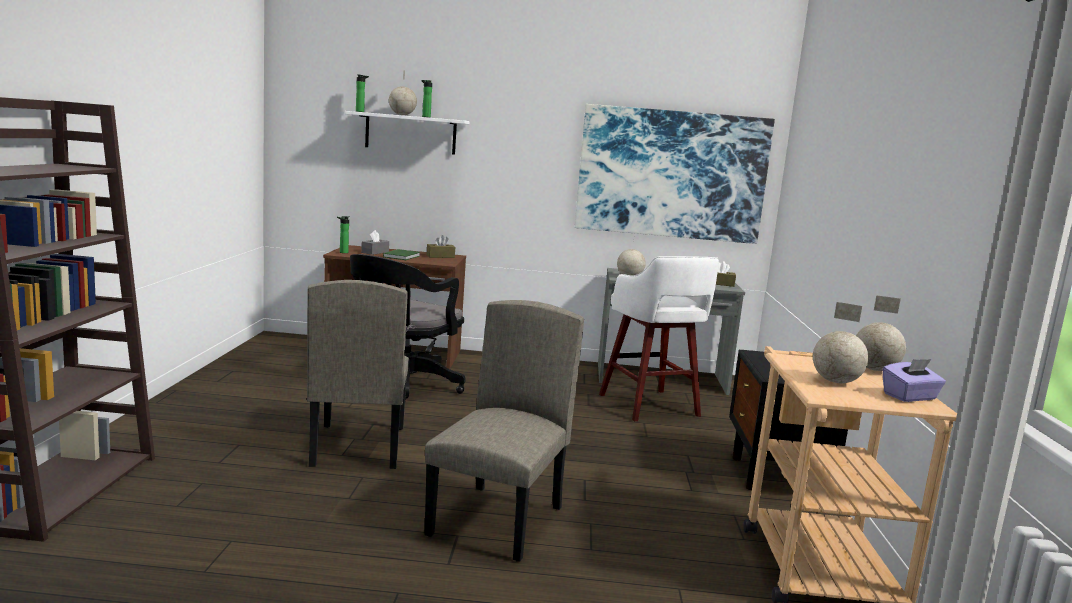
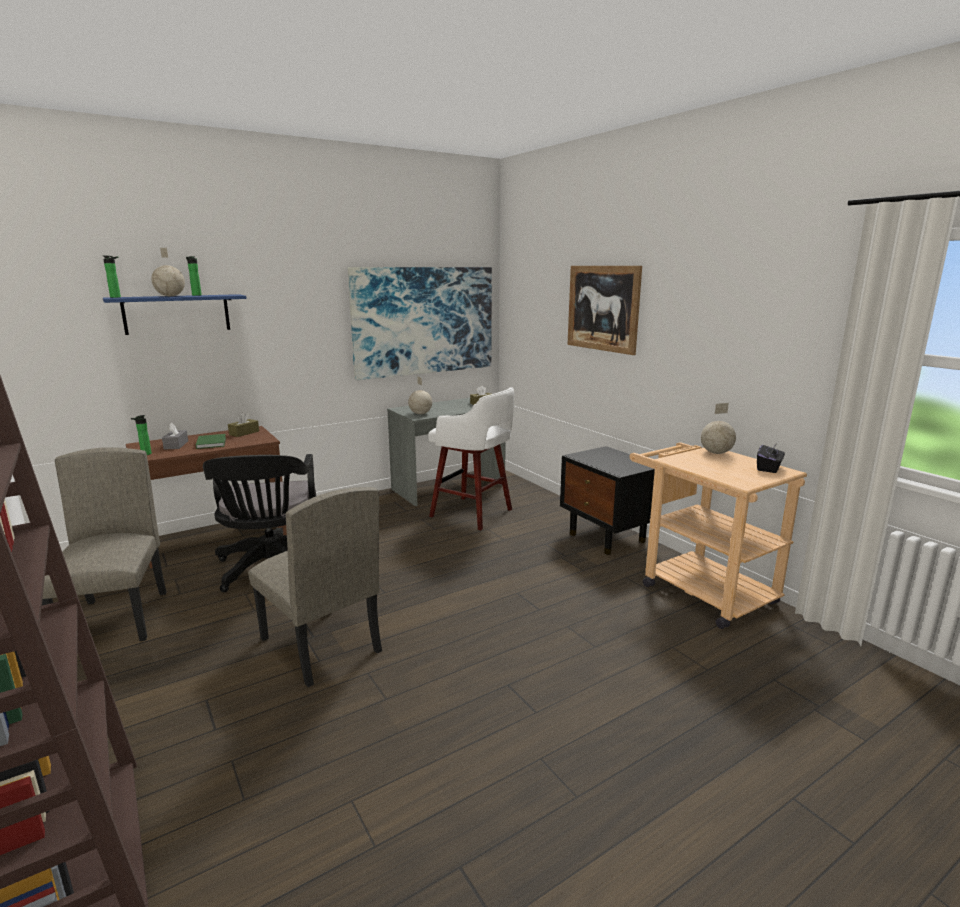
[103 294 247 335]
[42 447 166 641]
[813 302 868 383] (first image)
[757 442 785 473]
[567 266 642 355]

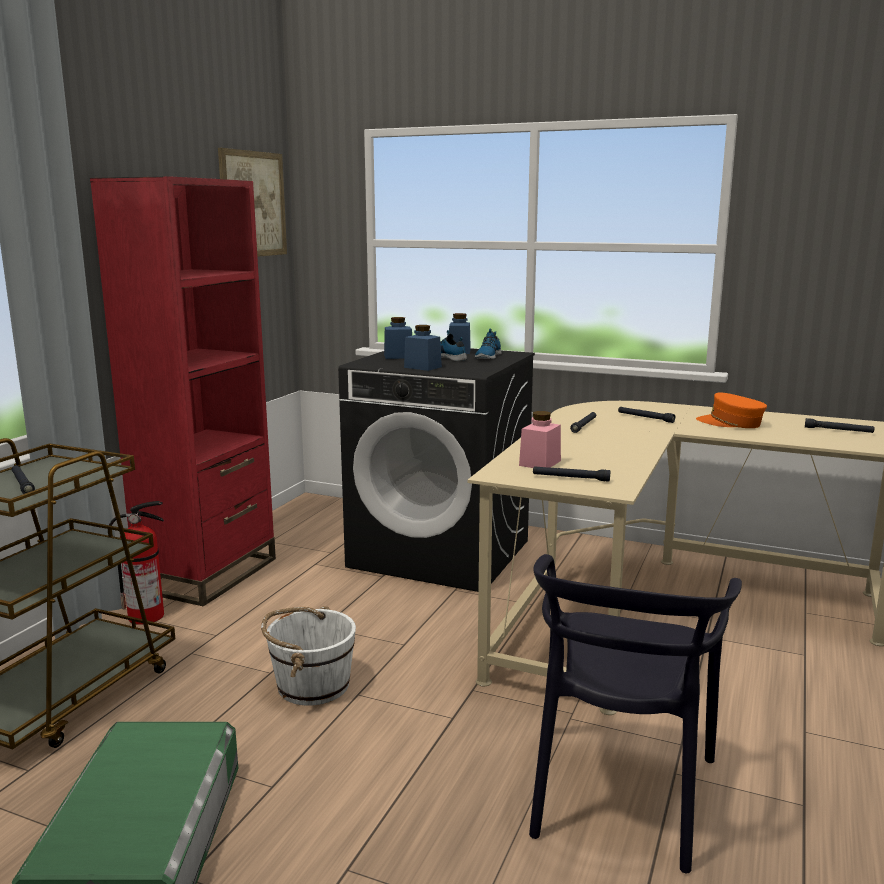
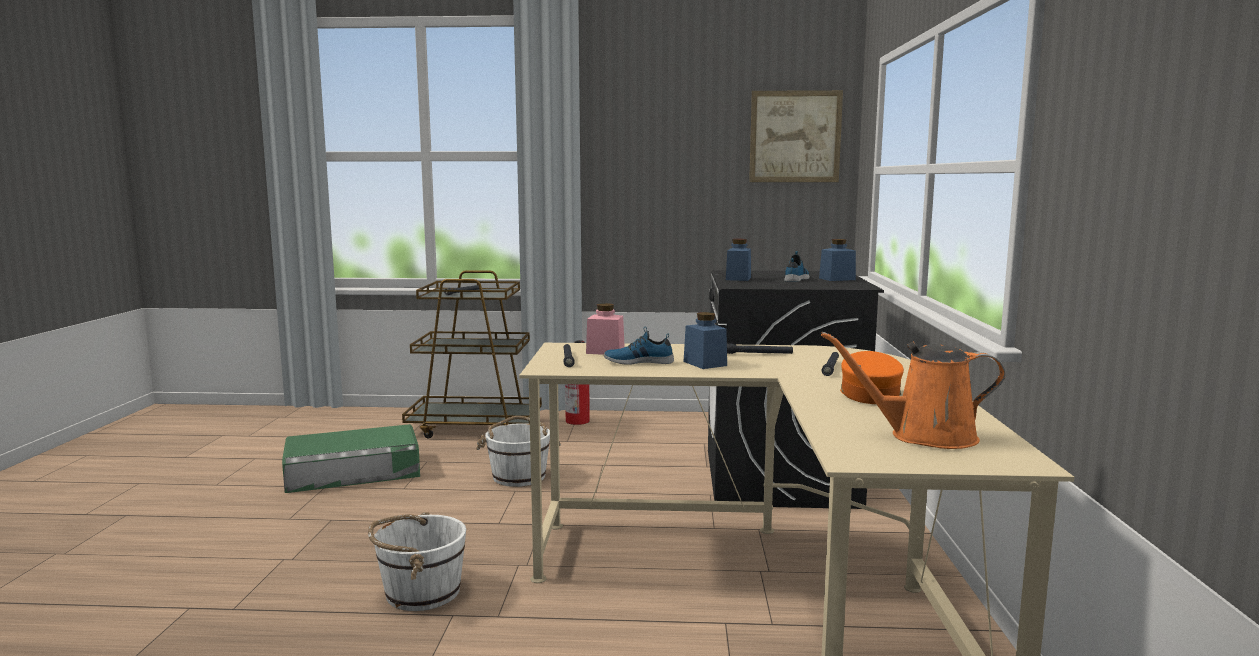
[90 176 276 606] (first image)
[683 312 727 369]
[604 327 674 365]
[368 512 466 611]
[821 332 1006 449]

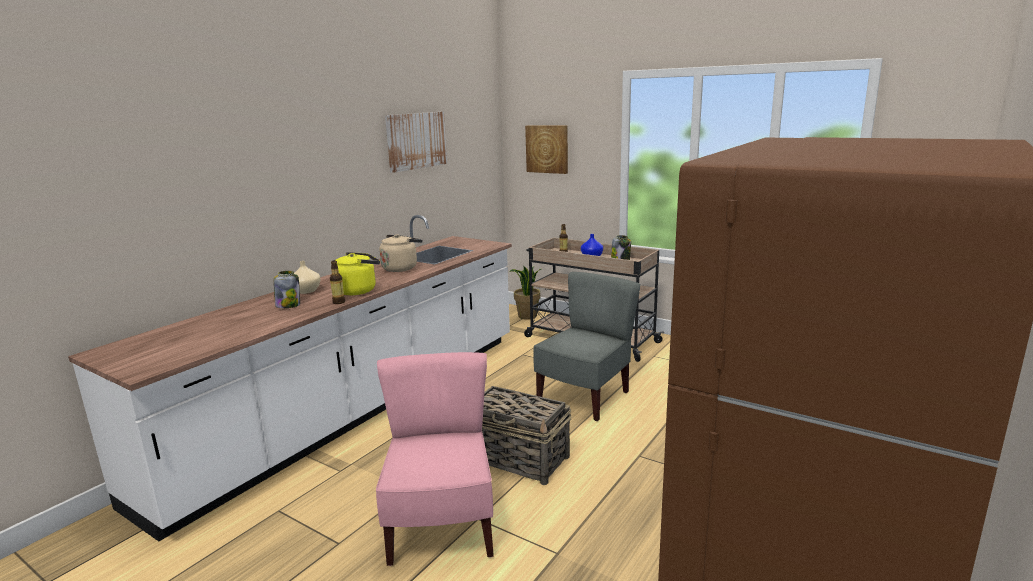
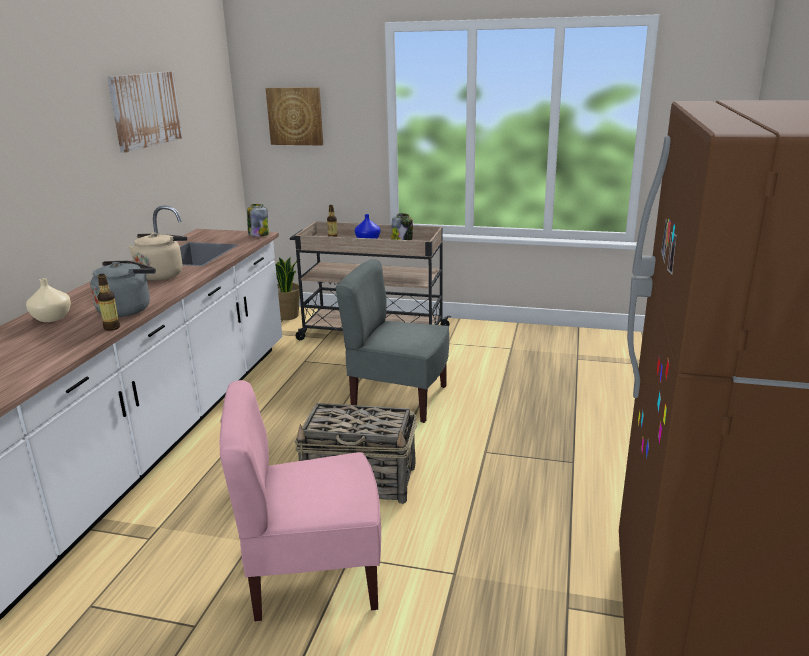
[247 204 269 237]
[90 261 156 317]
[220 380 381 622]
[336 259 449 423]

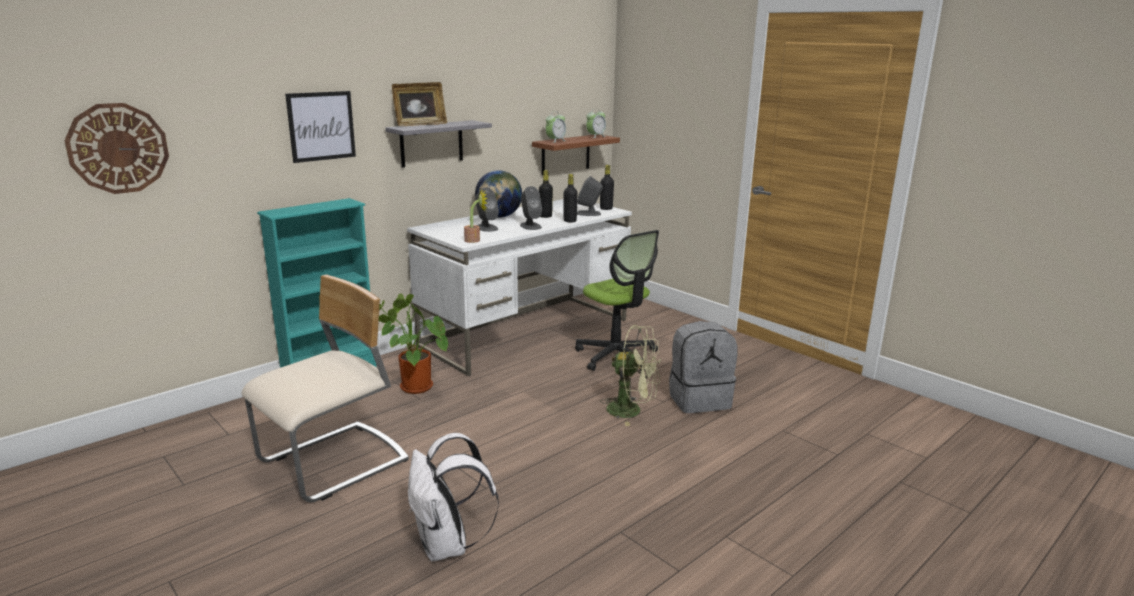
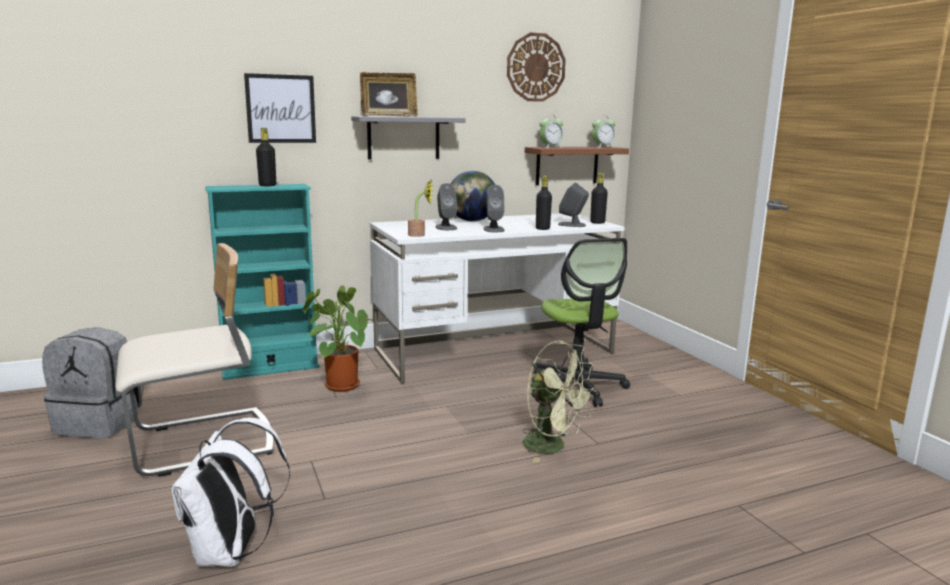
[507 32 566 102]
[256 128 276 186]
[42 327 142 438]

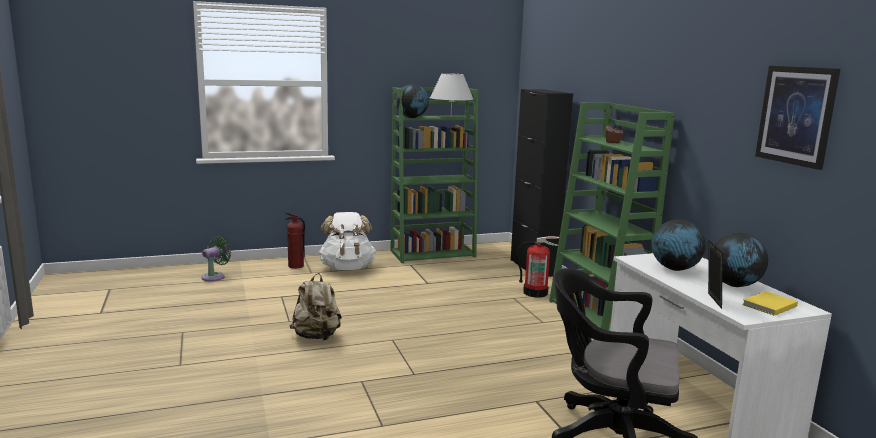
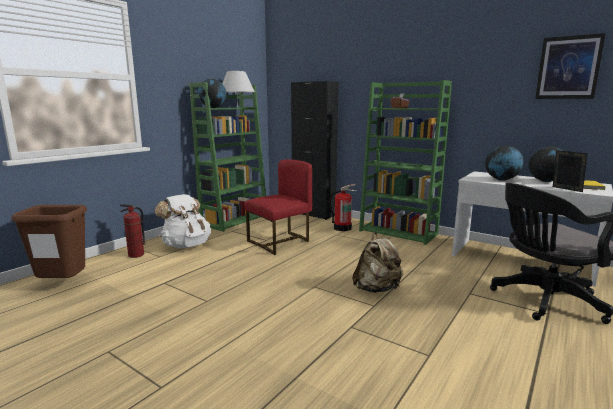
[11 205 87 278]
[352 232 404 293]
[244 159 312 255]

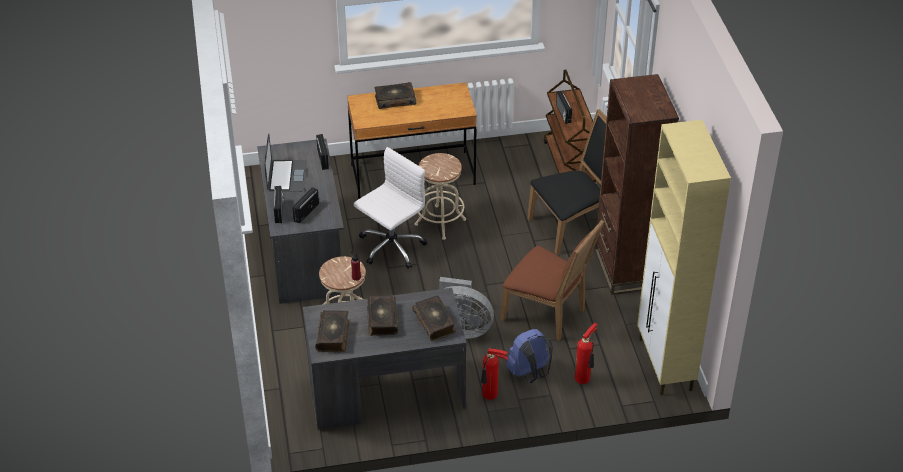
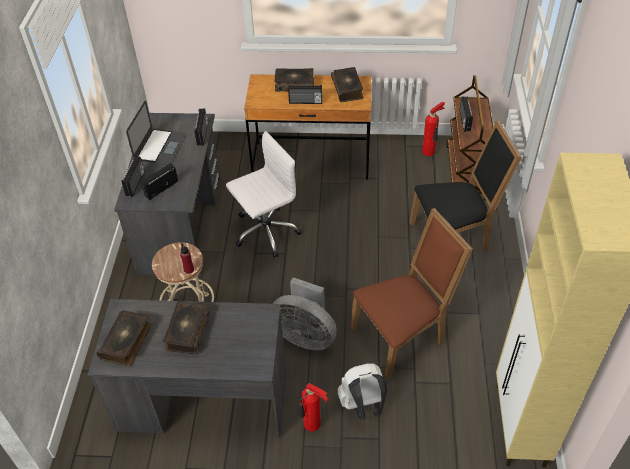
[331 67 364 102]
[414 153 466 240] (first image)
[351 208 473 379]
[338 363 387 420]
[422 102 445 156]
[595 74 679 295] (first image)
[288 85 322 104]

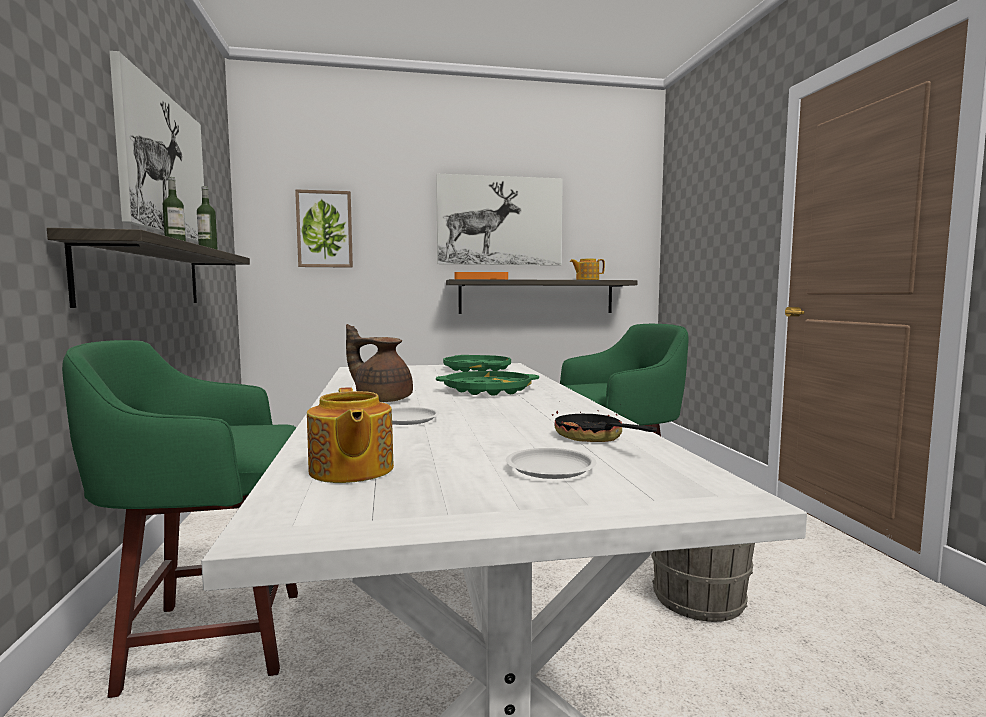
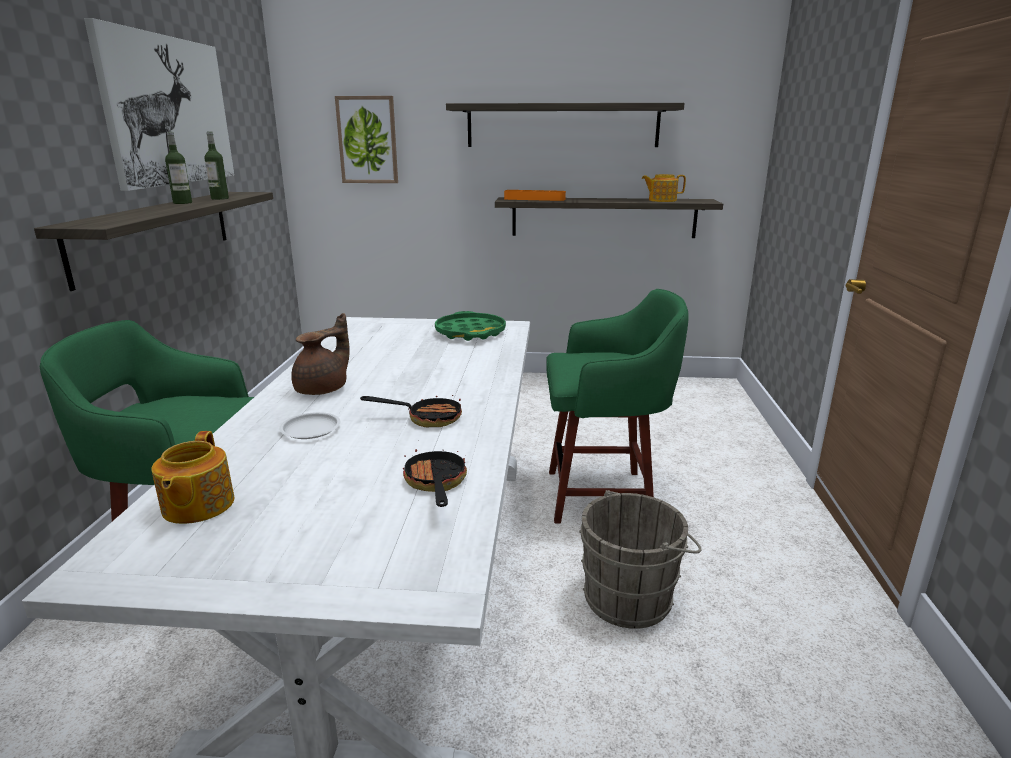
[291 313 350 395]
[446 103 685 147]
[436 371 539 396] (first image)
[506 448 597 479] (first image)
[360 395 462 427]

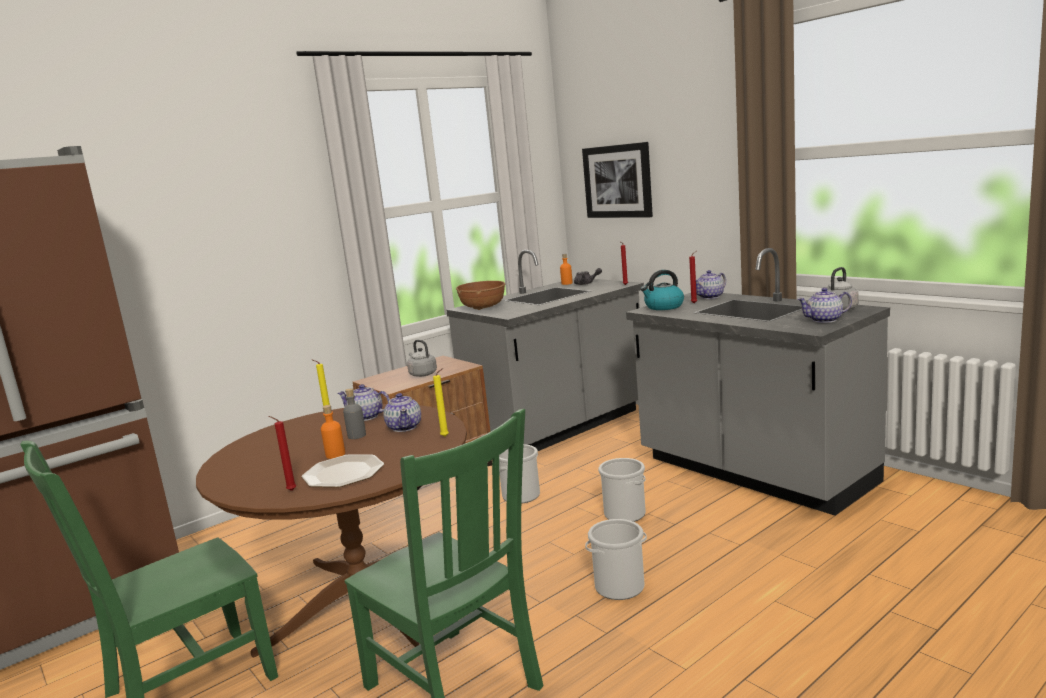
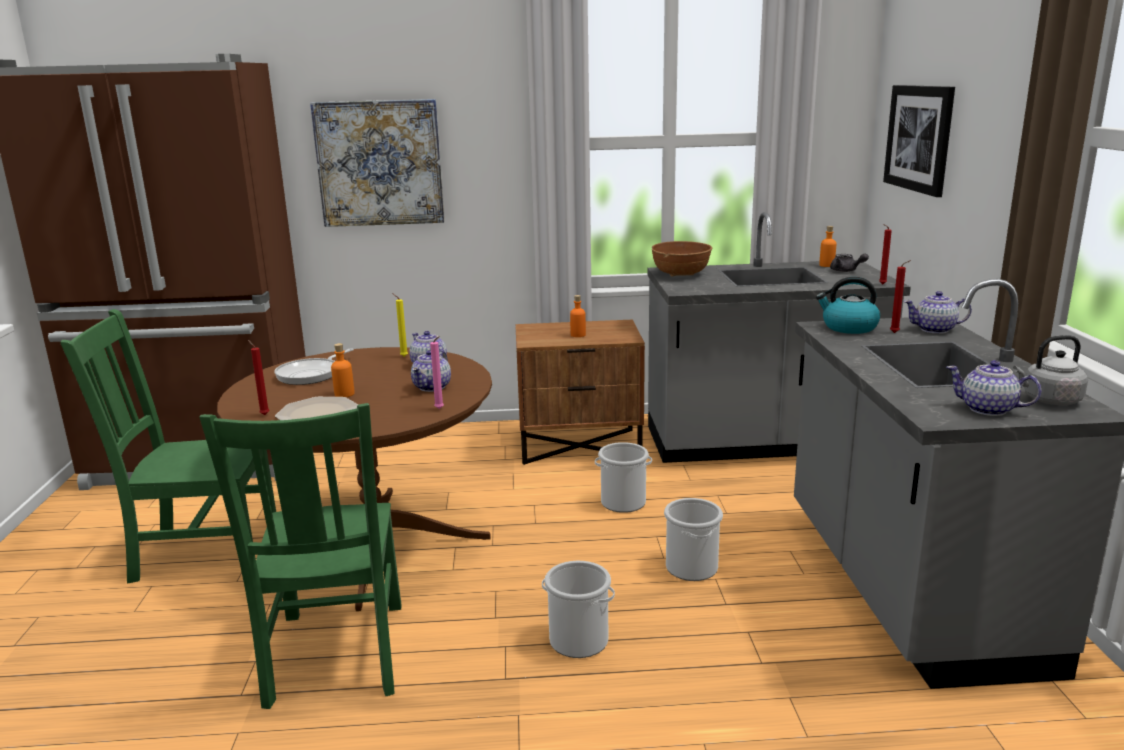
[343 388 366 439] (first image)
[570 295 586 337]
[430 336 444 409]
[274 348 354 385]
[310 99 444 227]

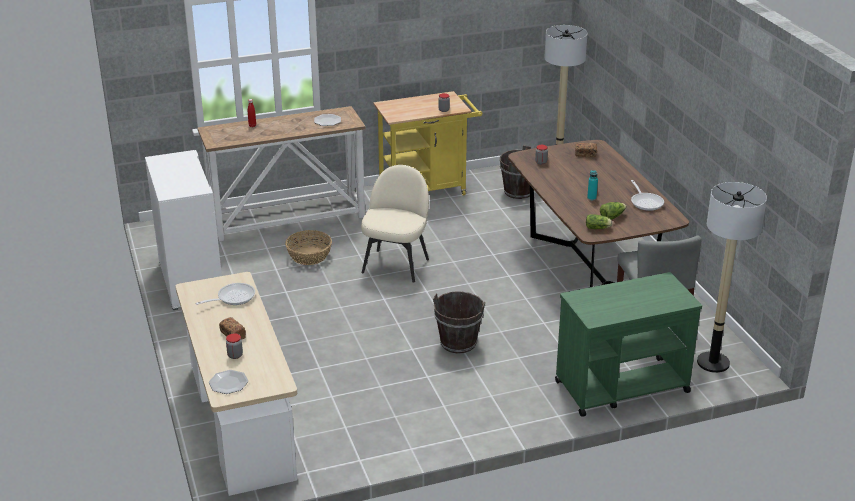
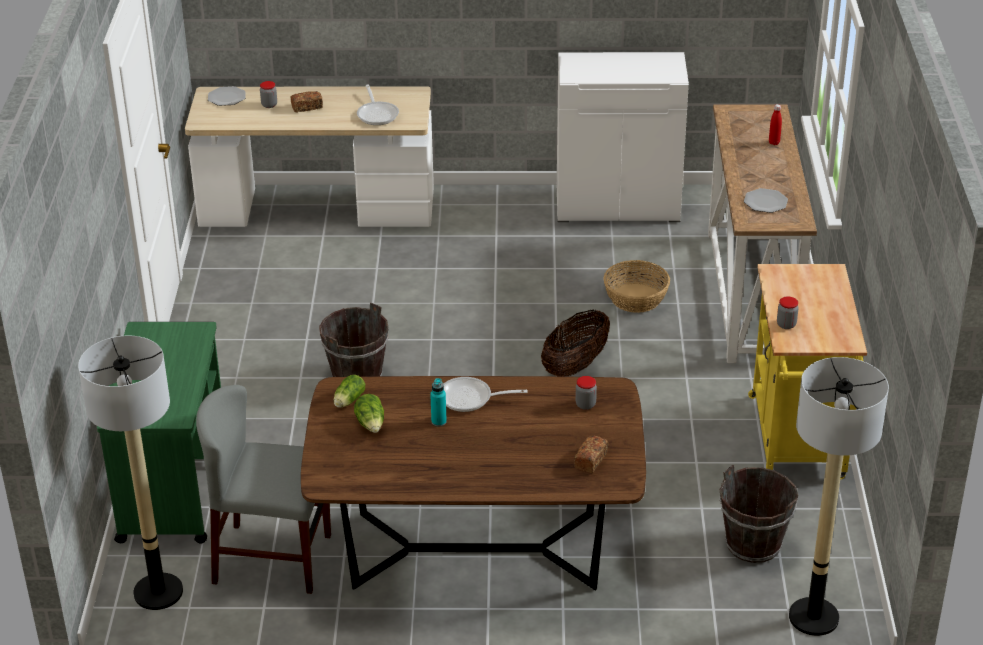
[541 310 610 377]
[444 377 527 412]

